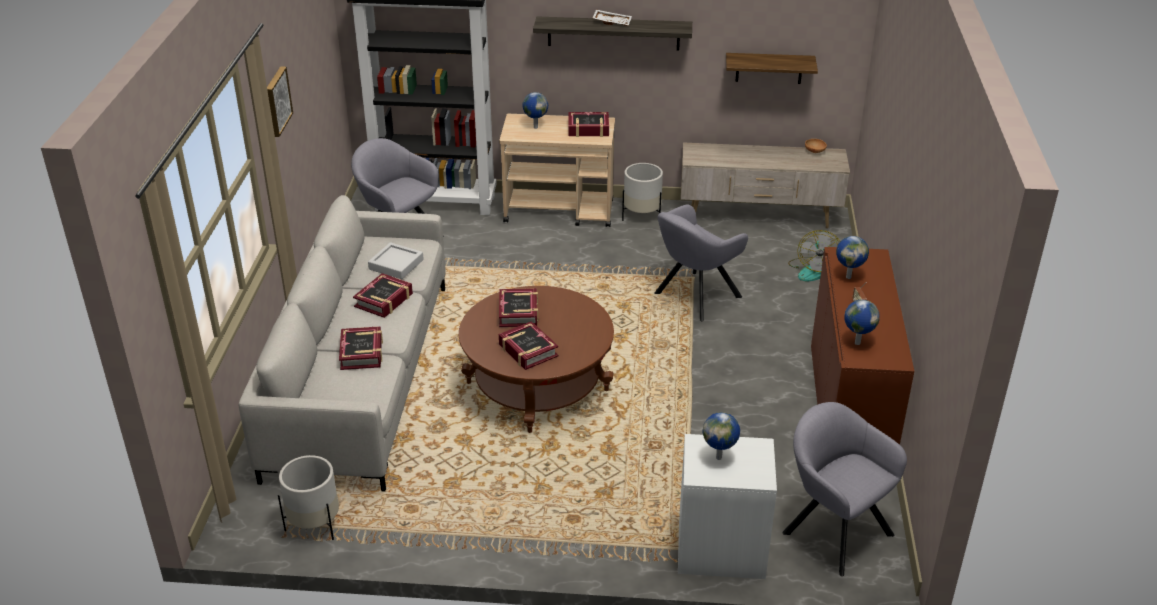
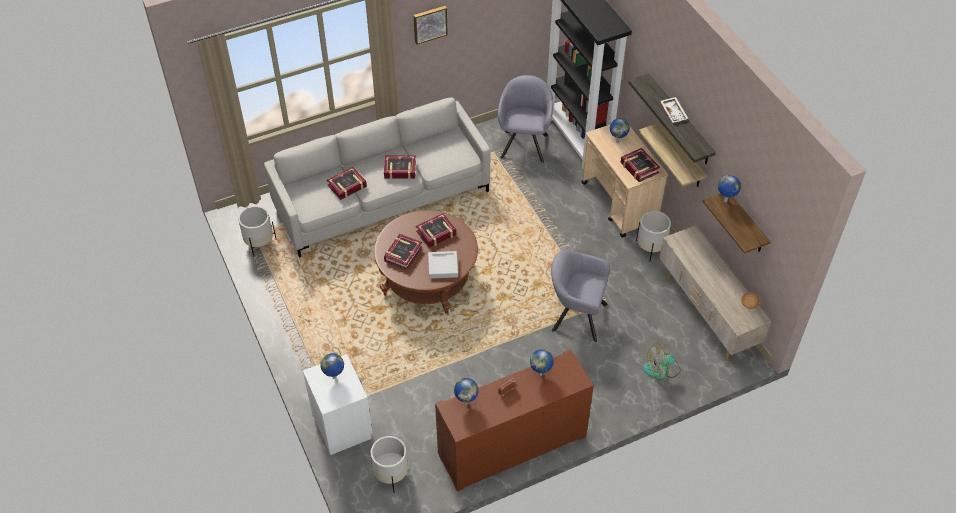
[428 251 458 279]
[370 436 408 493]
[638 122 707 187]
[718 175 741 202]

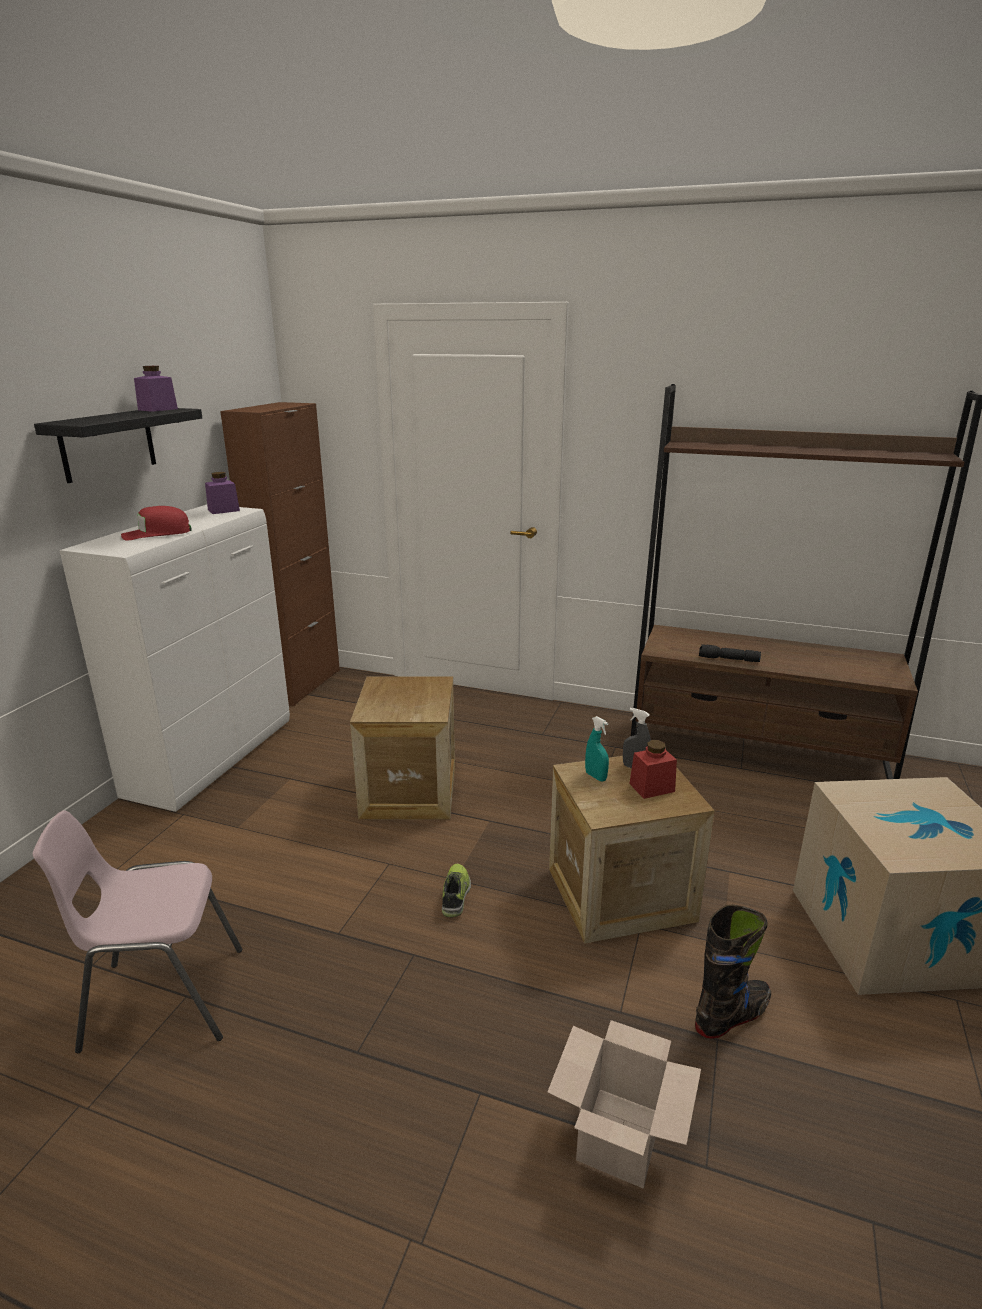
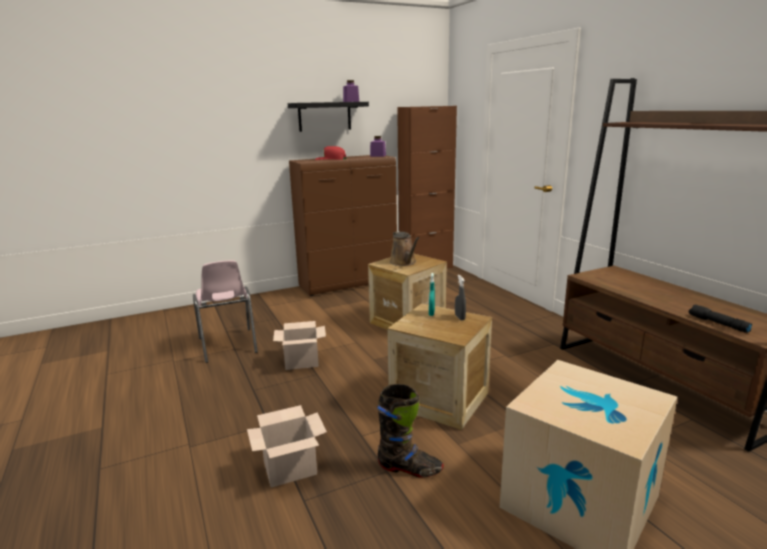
[193 260 258 363]
[289 155 397 296]
[442 864 471 917] (first image)
[629 740 677 799] (first image)
[689 305 752 333]
[273 321 326 370]
[390 231 419 266]

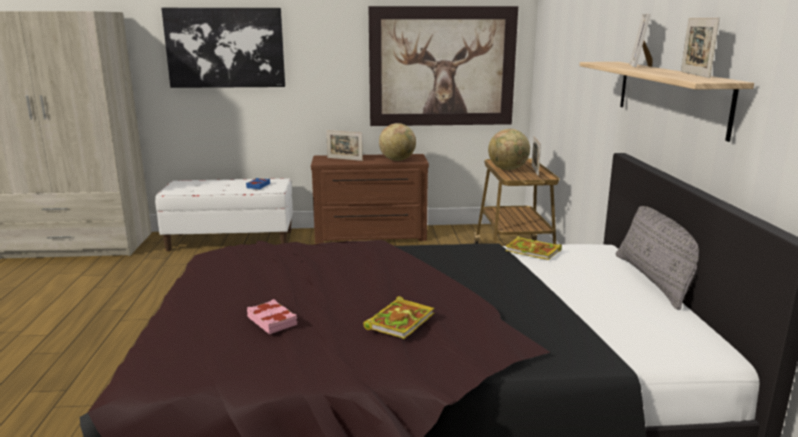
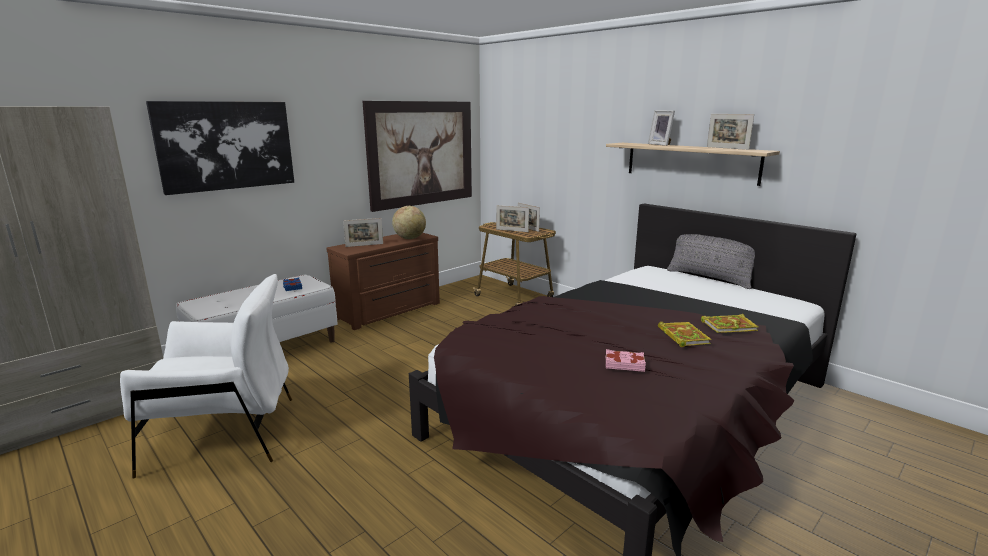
[496 205 529 232]
[701 314 759 333]
[120 274 292 479]

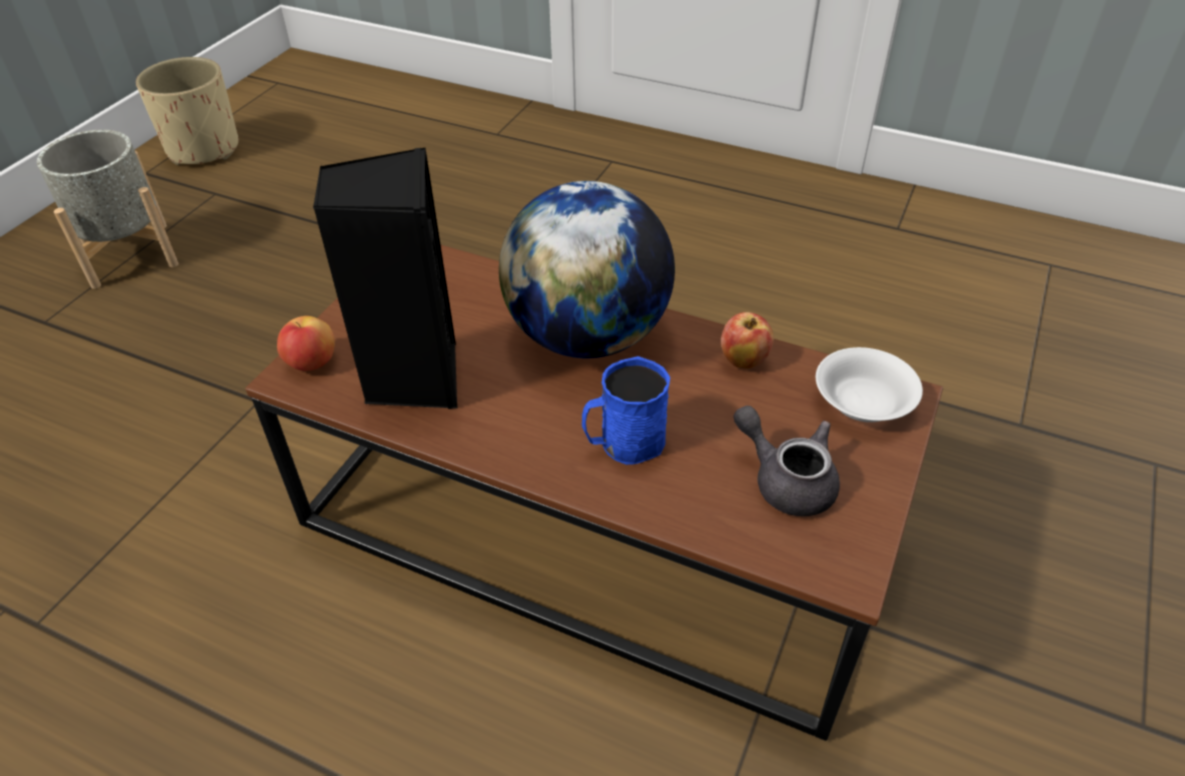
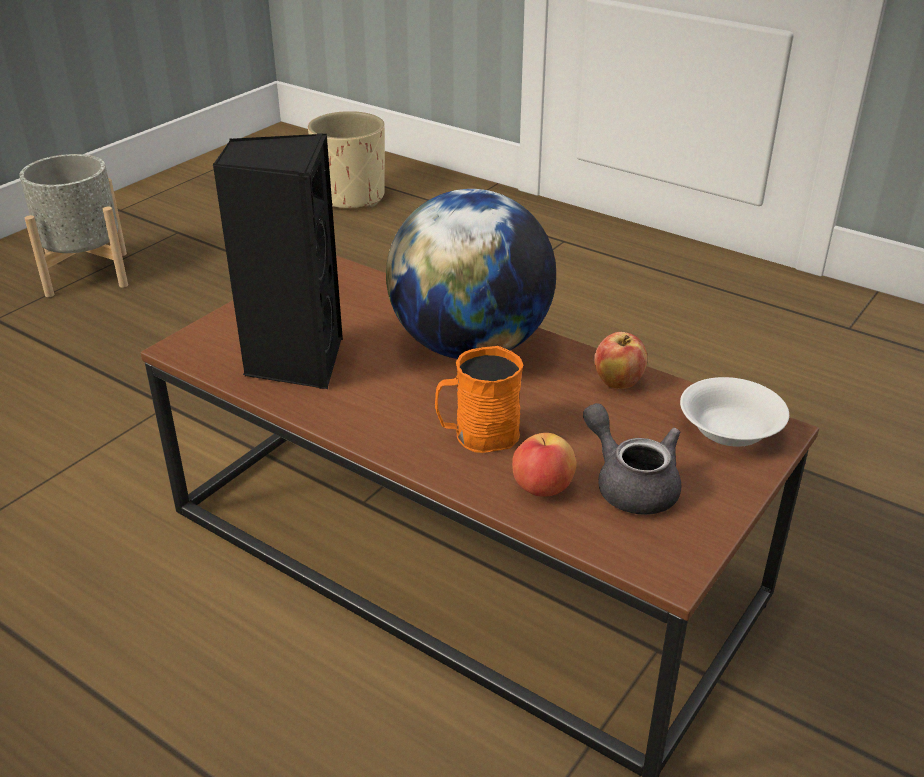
[308 111 385 208]
[512 433 577 497]
[435 346 524 453]

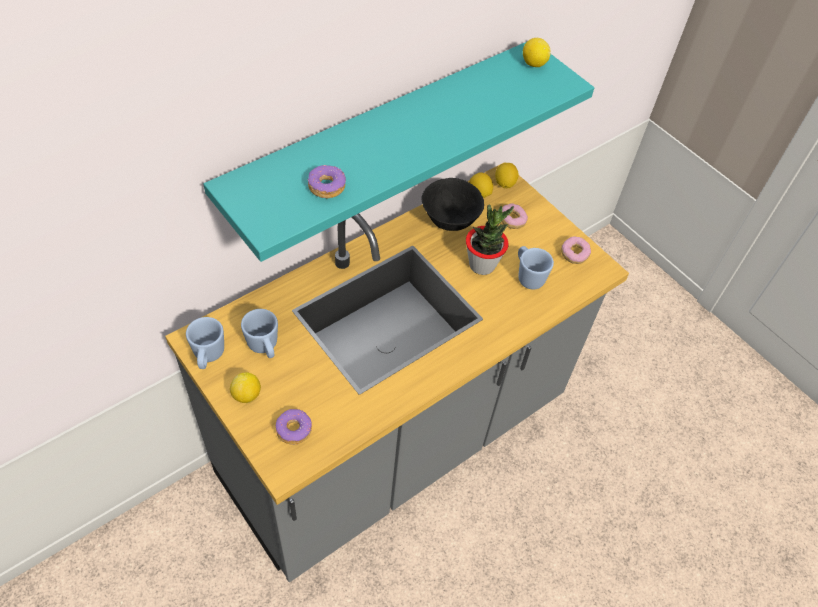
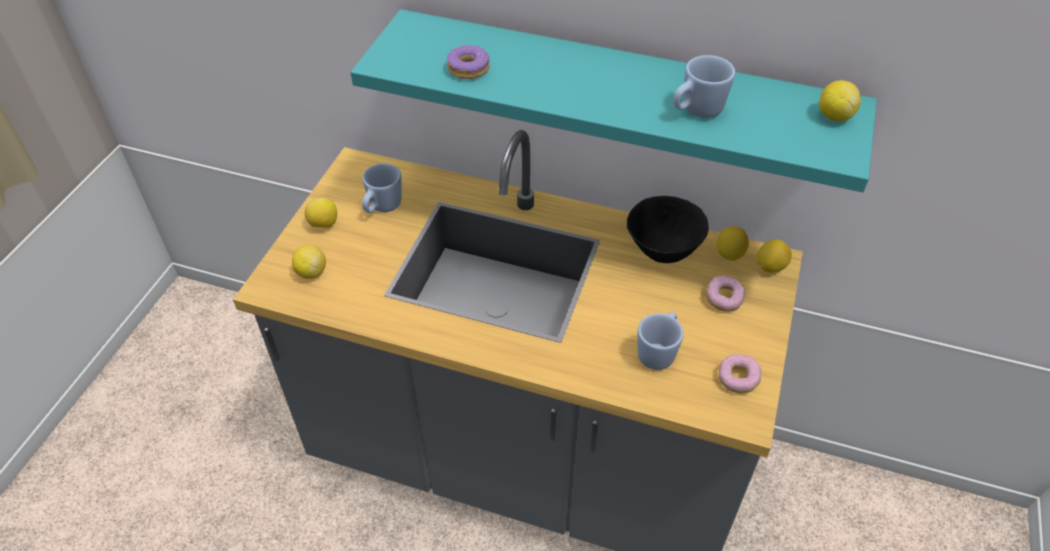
[673 55 735 118]
[292 245 326 279]
[466 204 514 275] (first image)

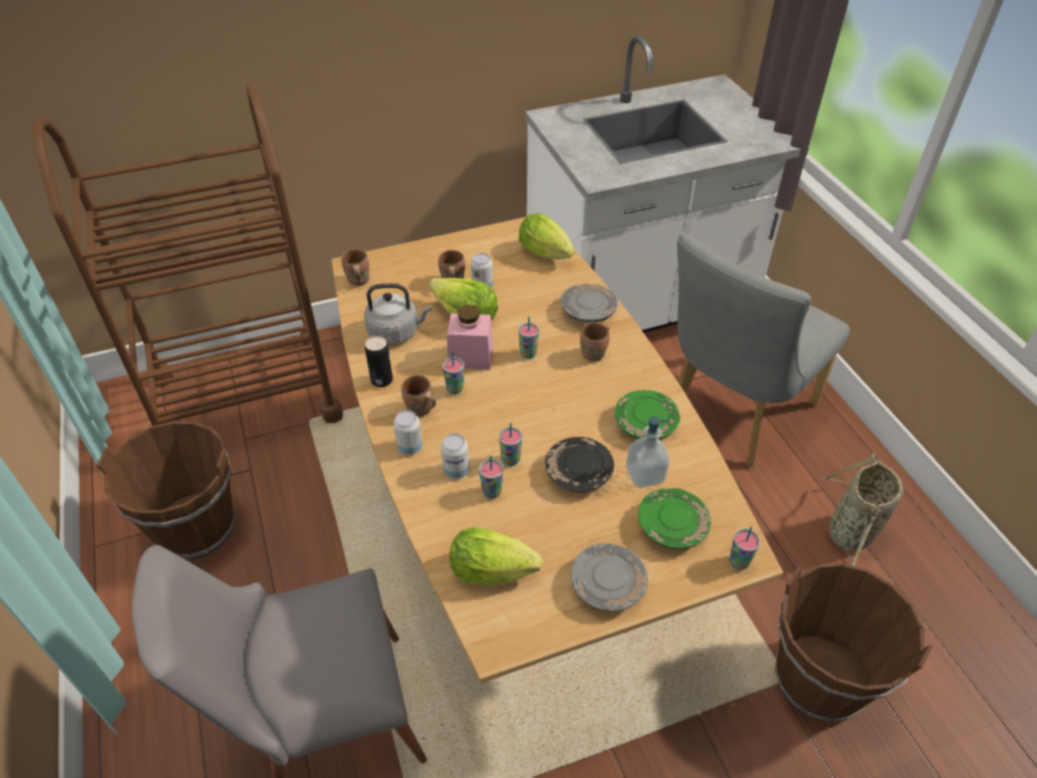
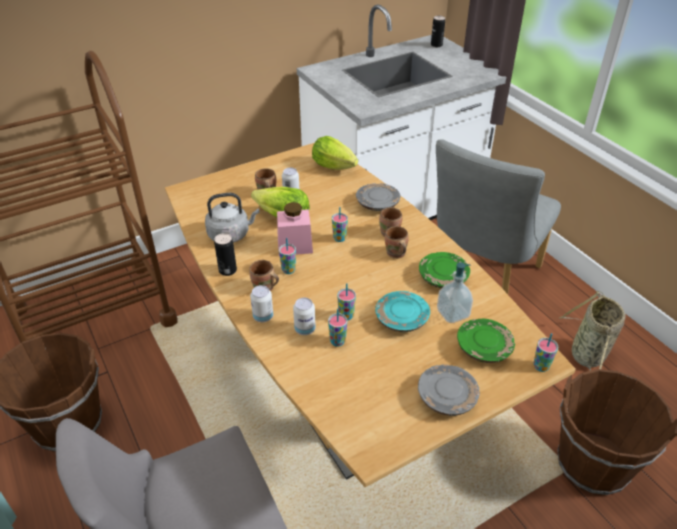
[385 226 409 259]
[449 527 543 585] (first image)
[375 291 430 332]
[431 16 445 47]

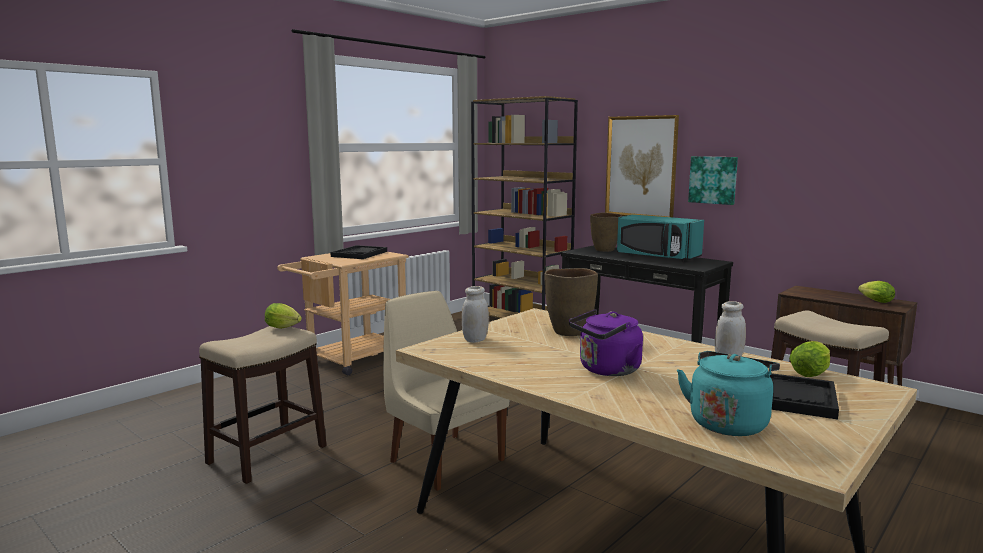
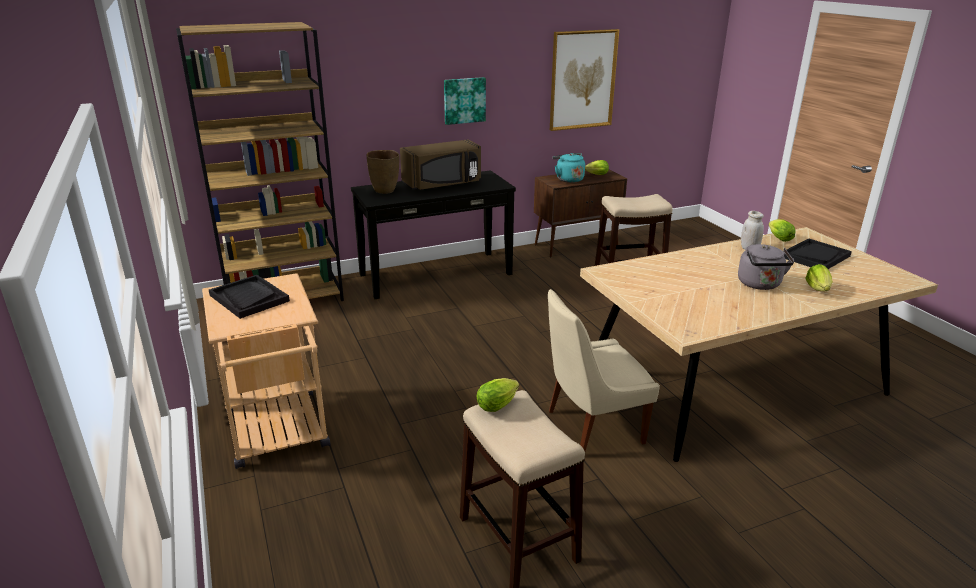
[462 286 489 343] (first image)
[544 268 598 336] (first image)
[738 244 794 290]
[550 29 619 131]
[400 139 481 190]
[552 153 585 183]
[805 264 833 291]

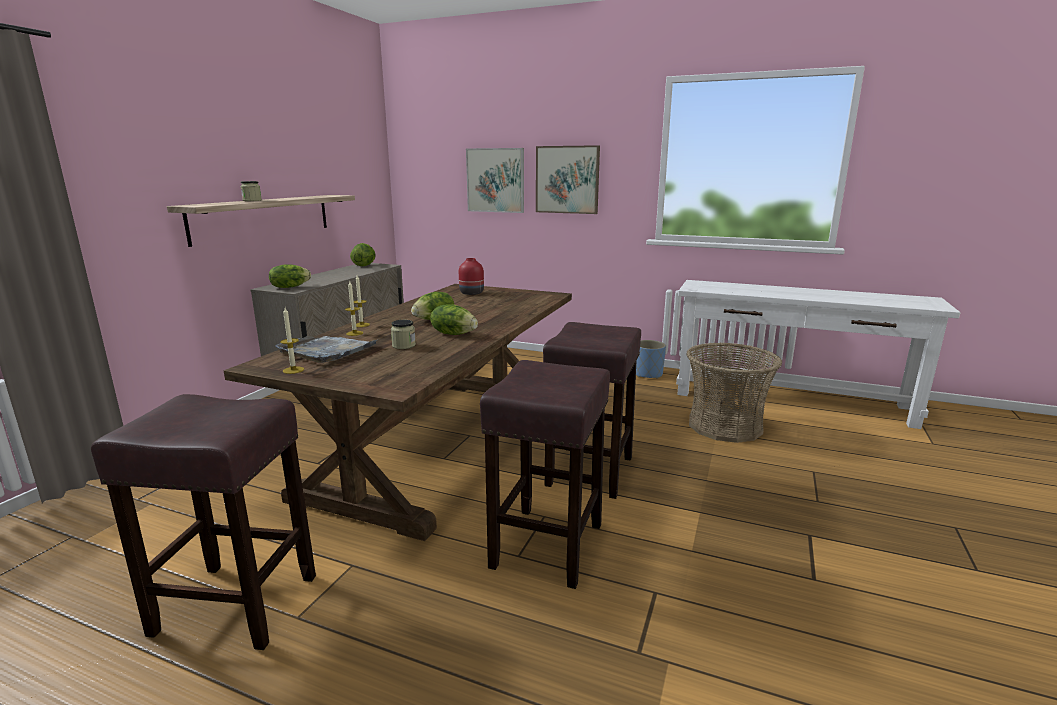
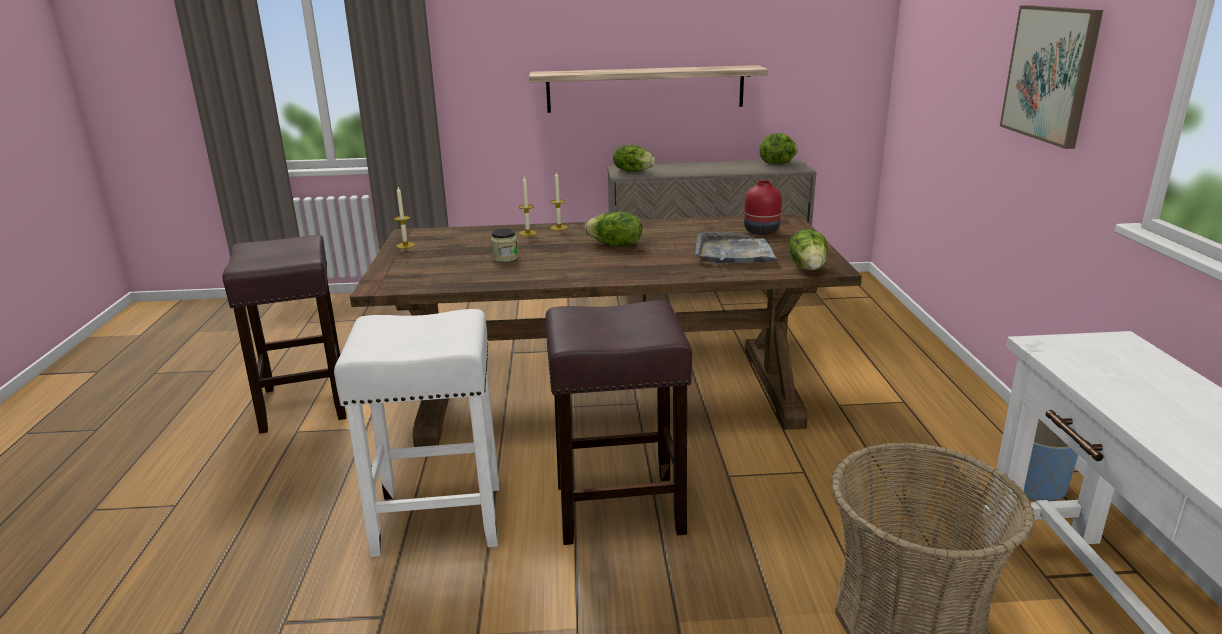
[241 181 262 201] (first image)
[695 232 778 263]
[789 229 828 270]
[466 148 524 213] (first image)
[334 309 499 557]

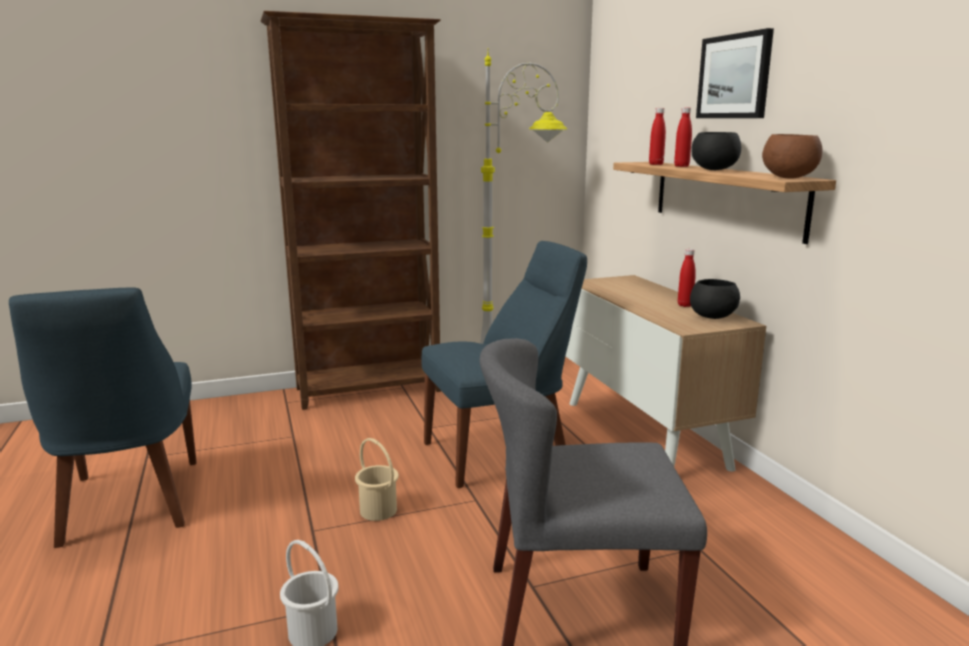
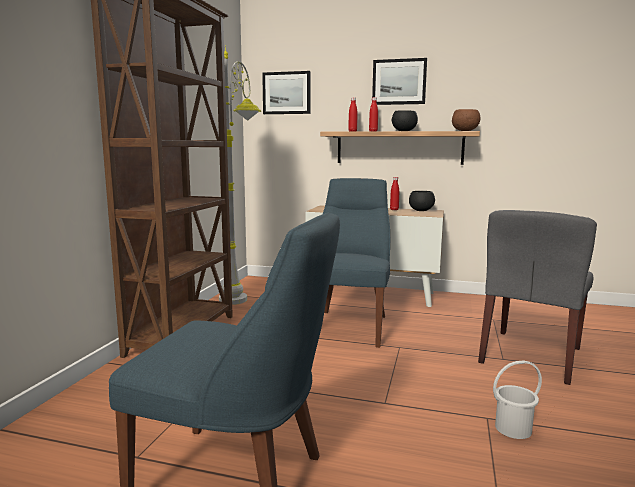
[355 438 399 521] (first image)
[262 71 311 114]

